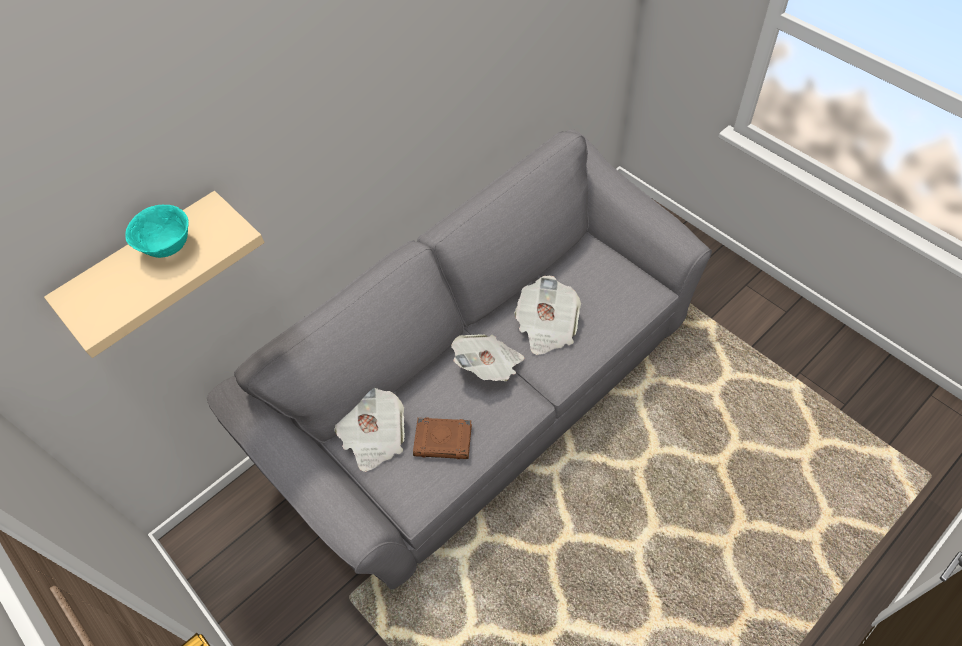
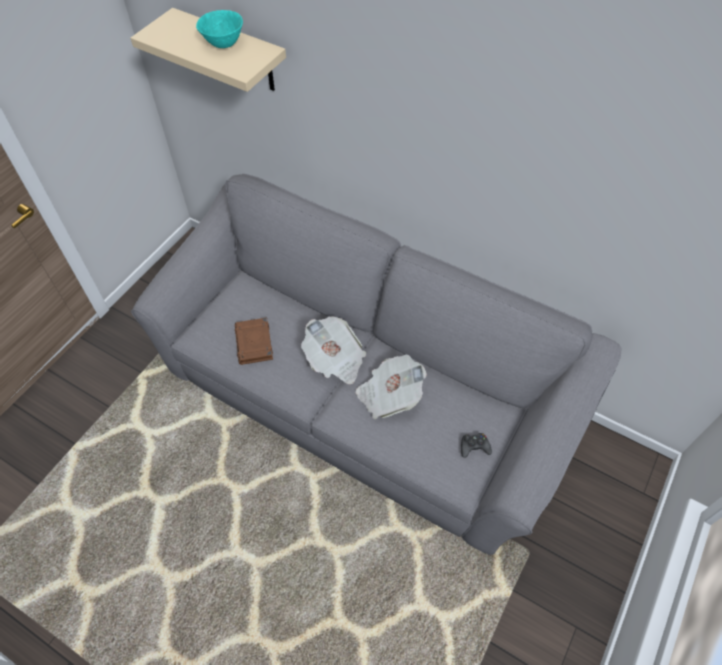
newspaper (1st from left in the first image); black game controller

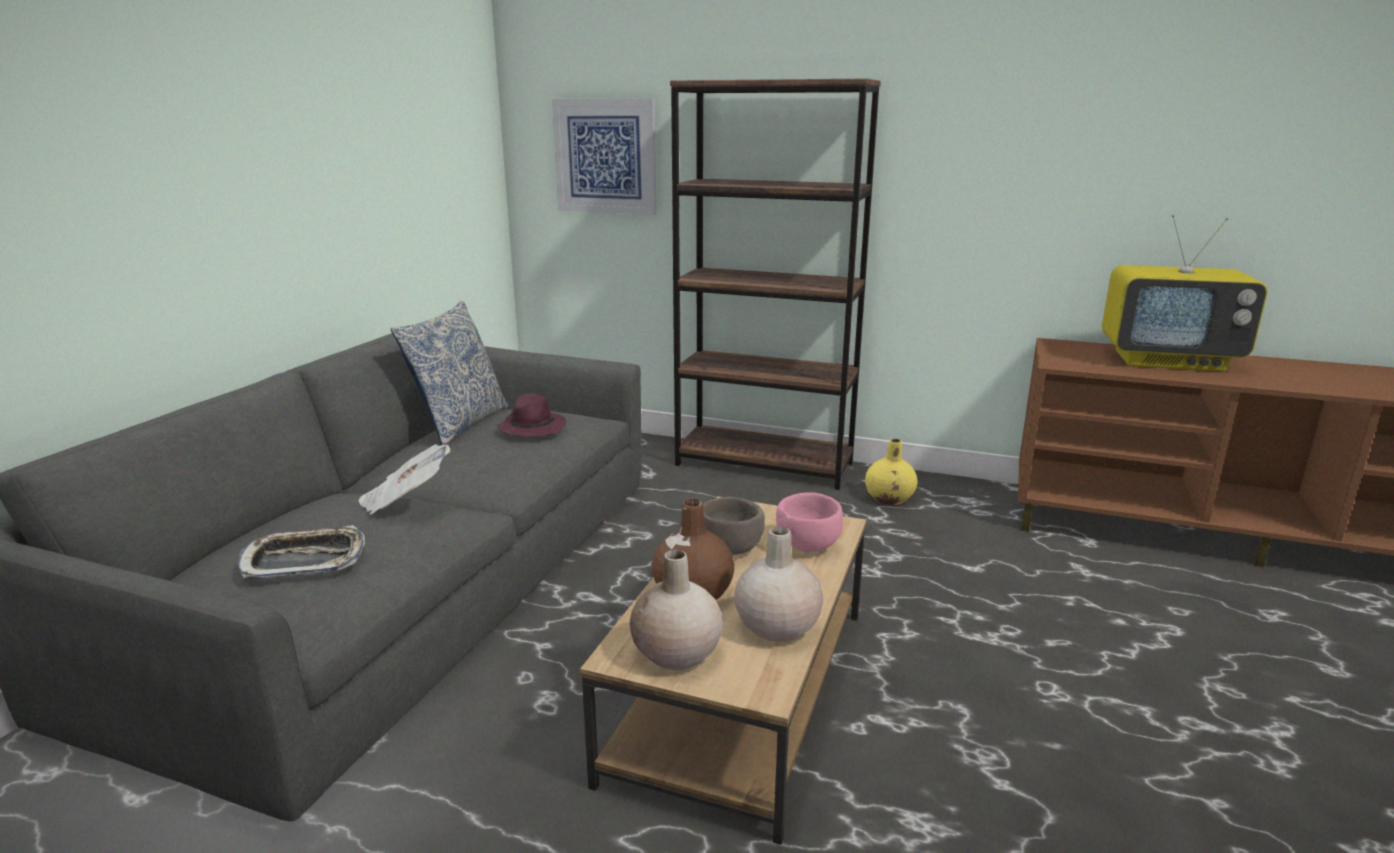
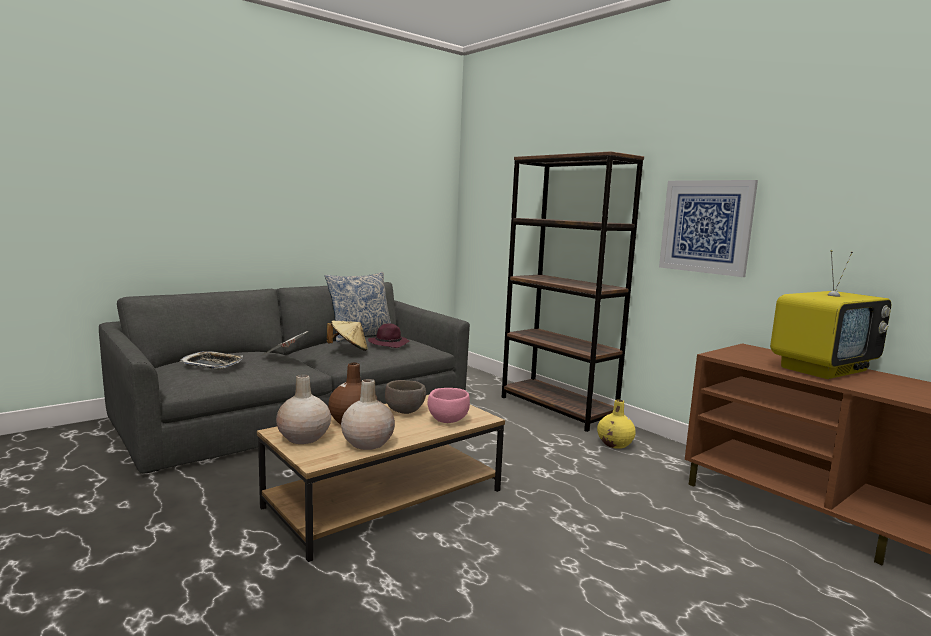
picture; television; beige hat

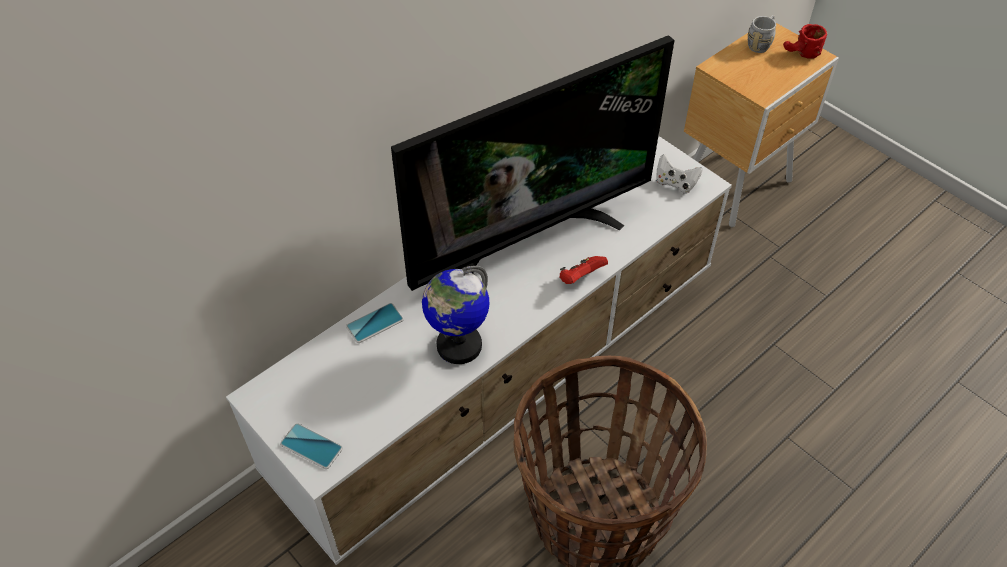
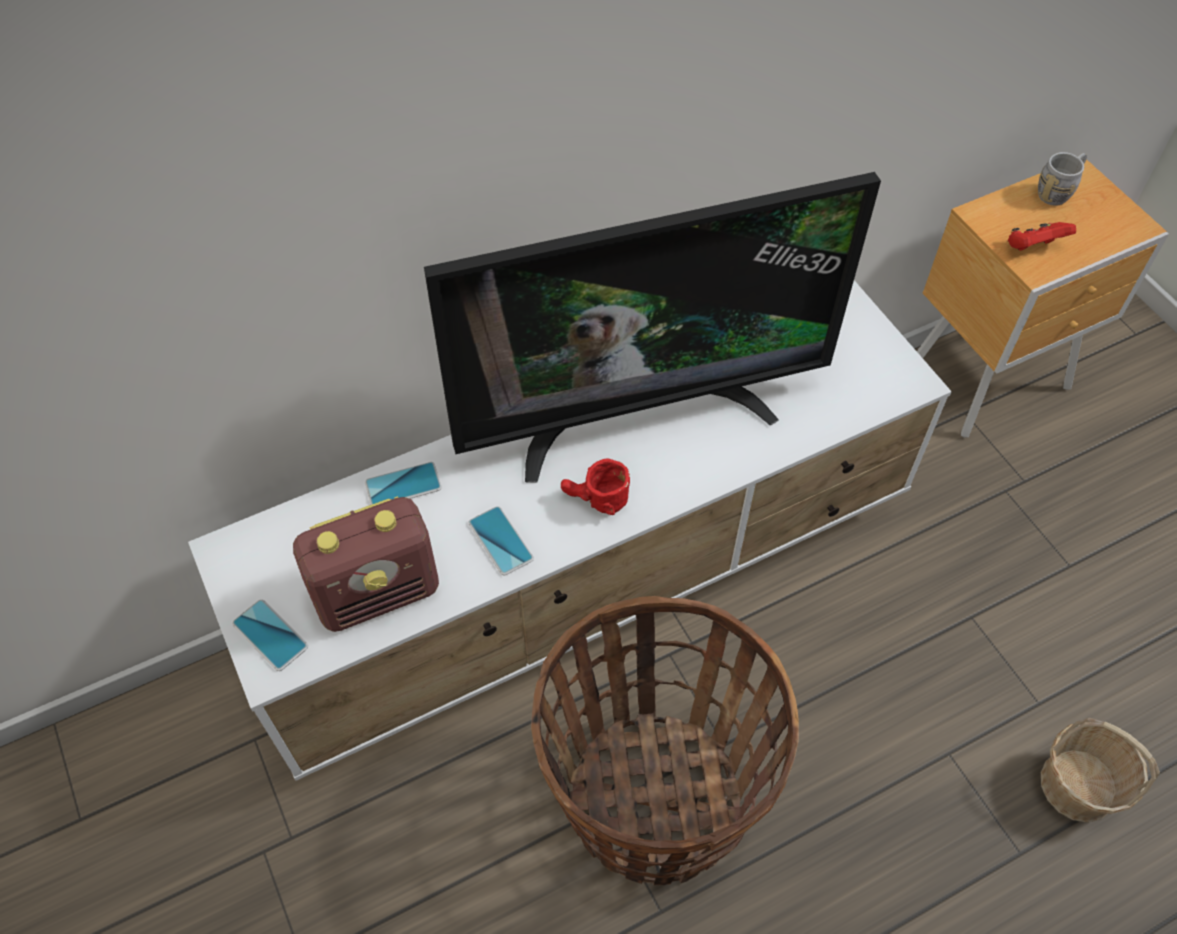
red mug; white game controller; red game controller; phone (3rd from left); radio; basket (2nd from left)

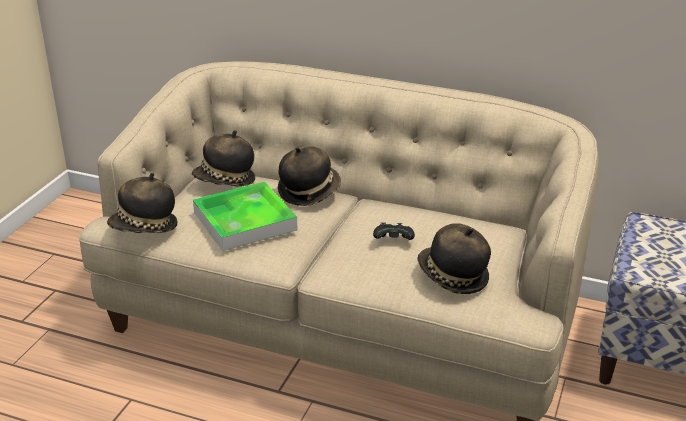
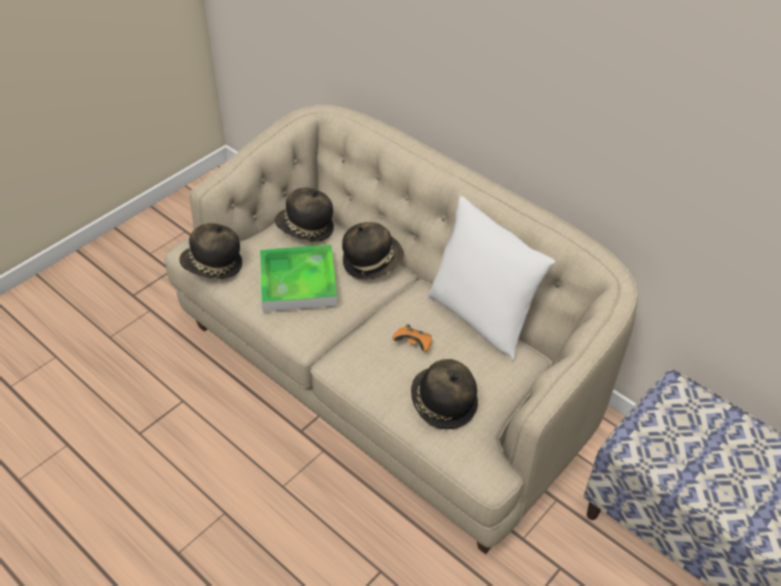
orange game controller; white pillow

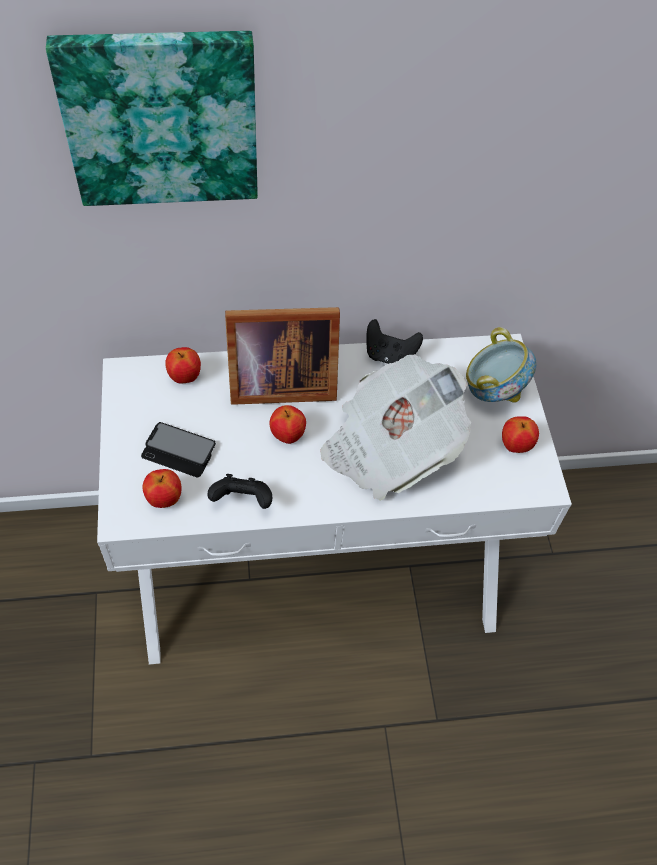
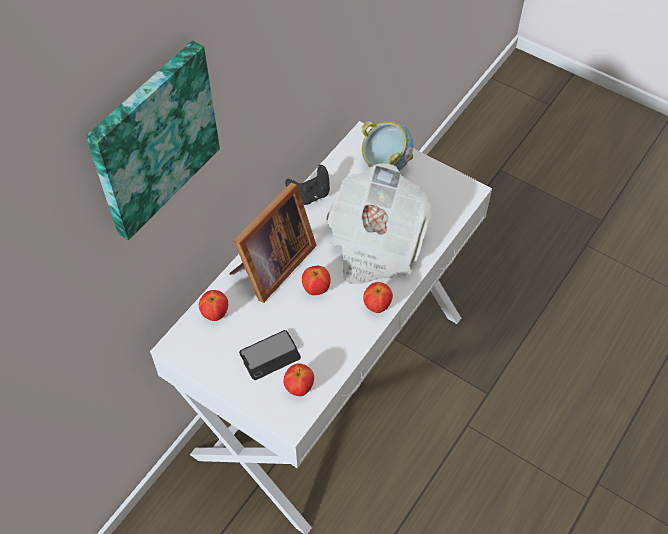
apple (4th from left); black game controller (1st from left in the first image)

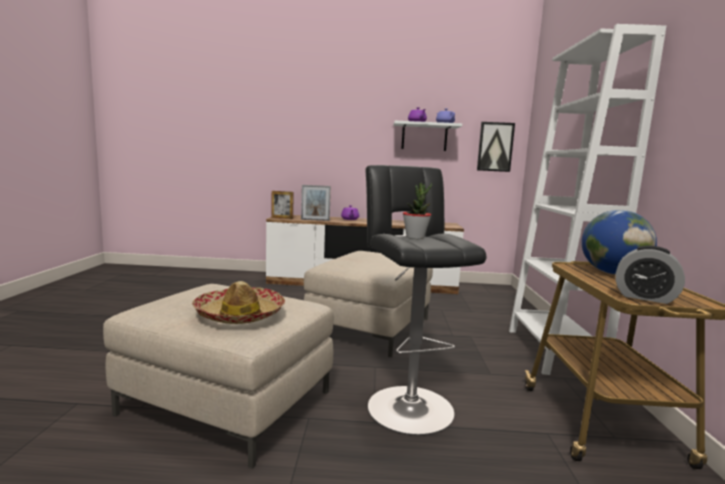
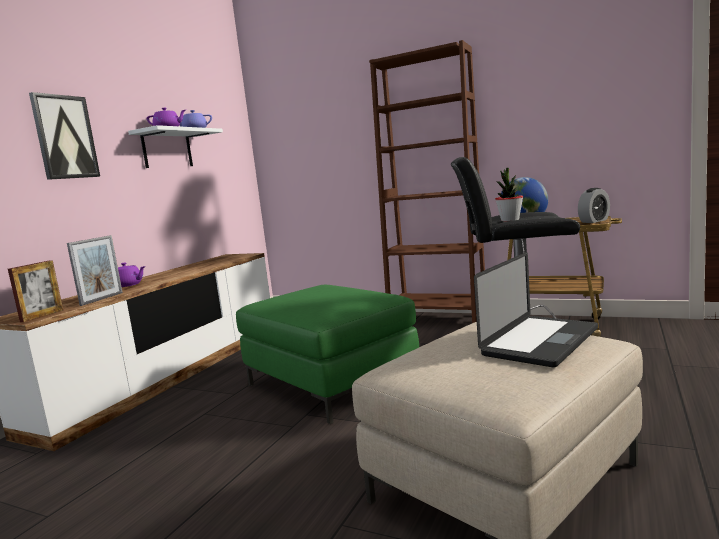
brown bookcase; picture; green ottoman; laptop

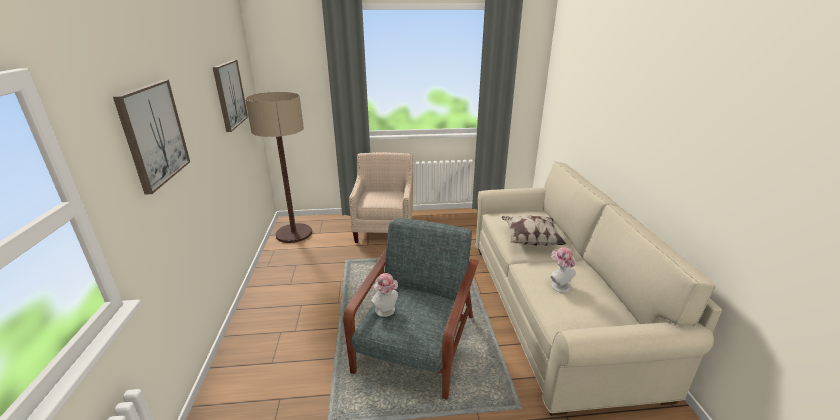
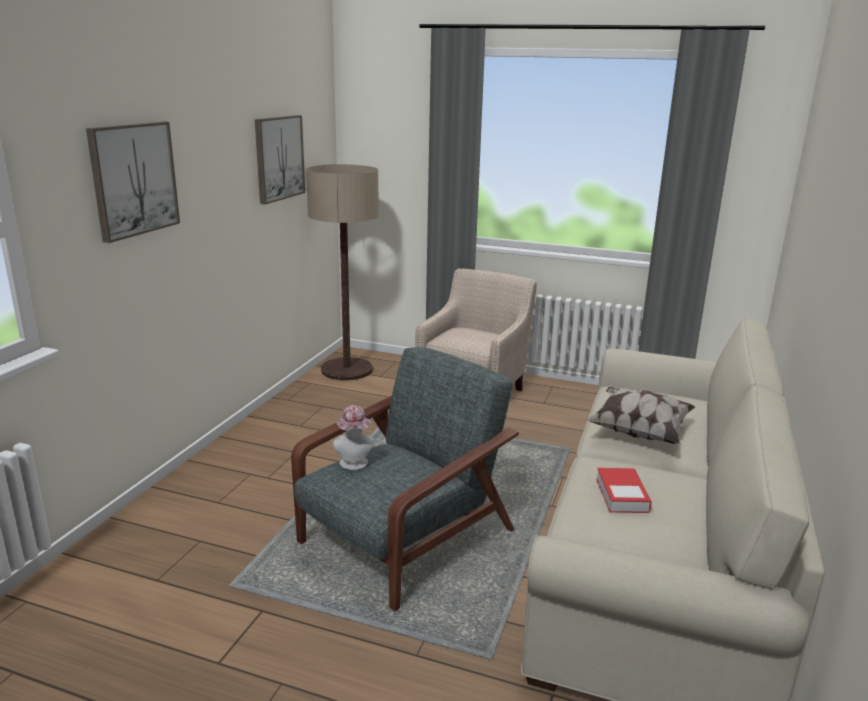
book

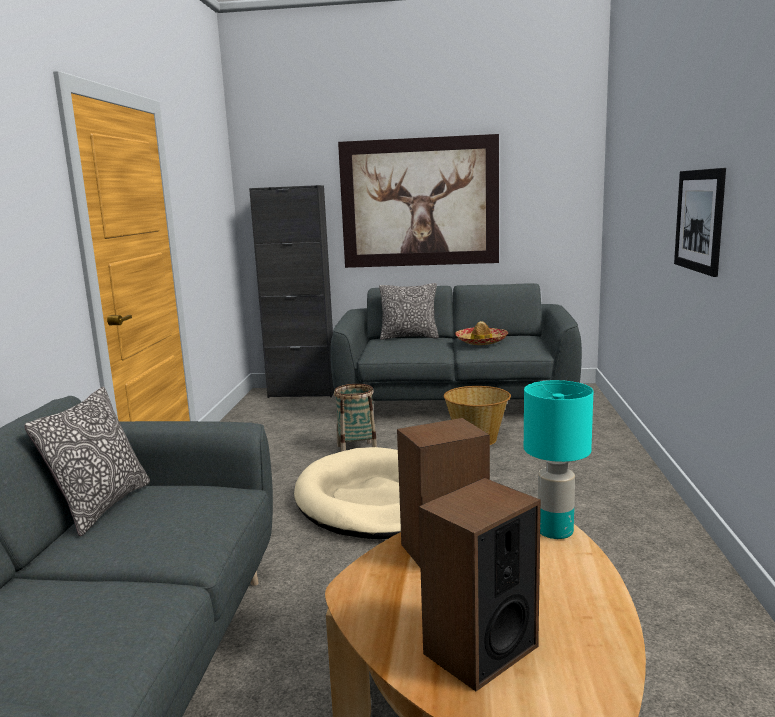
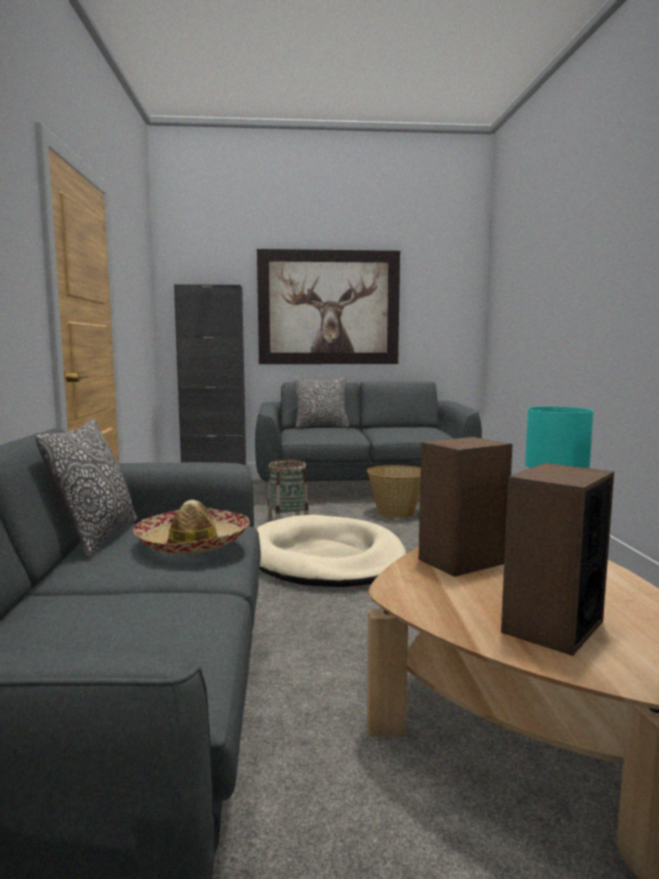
picture (2nd from left in the first image); hat

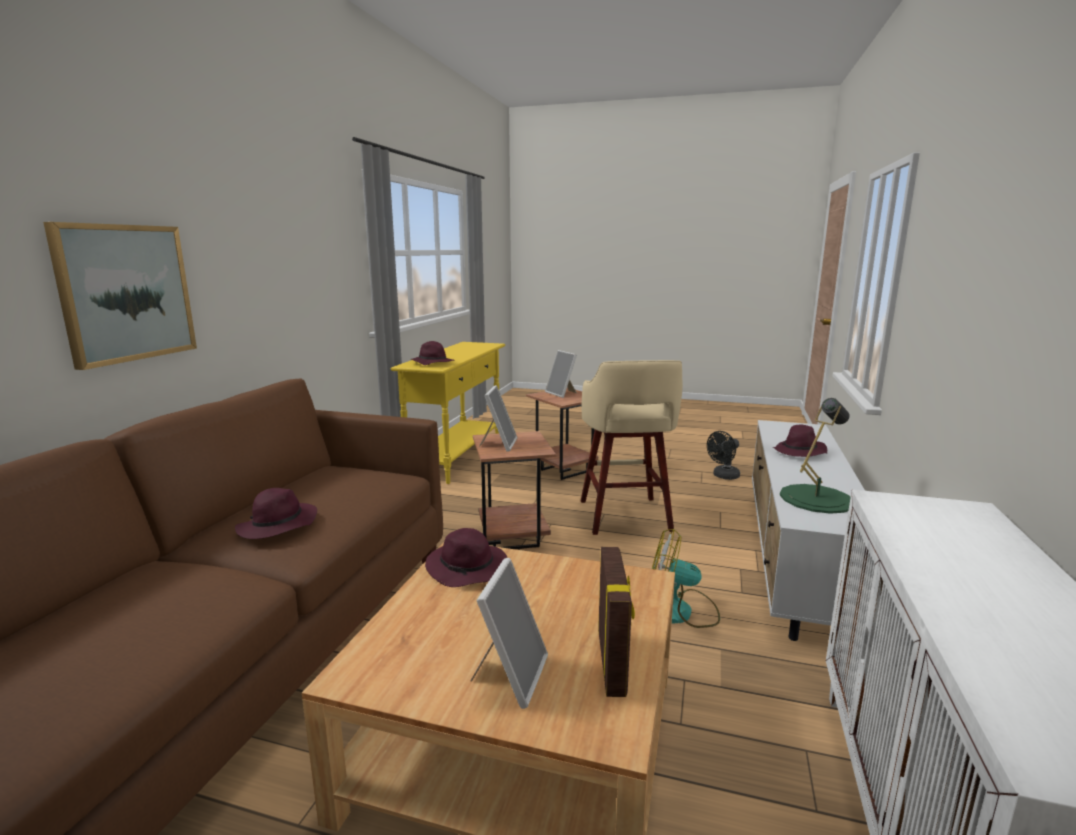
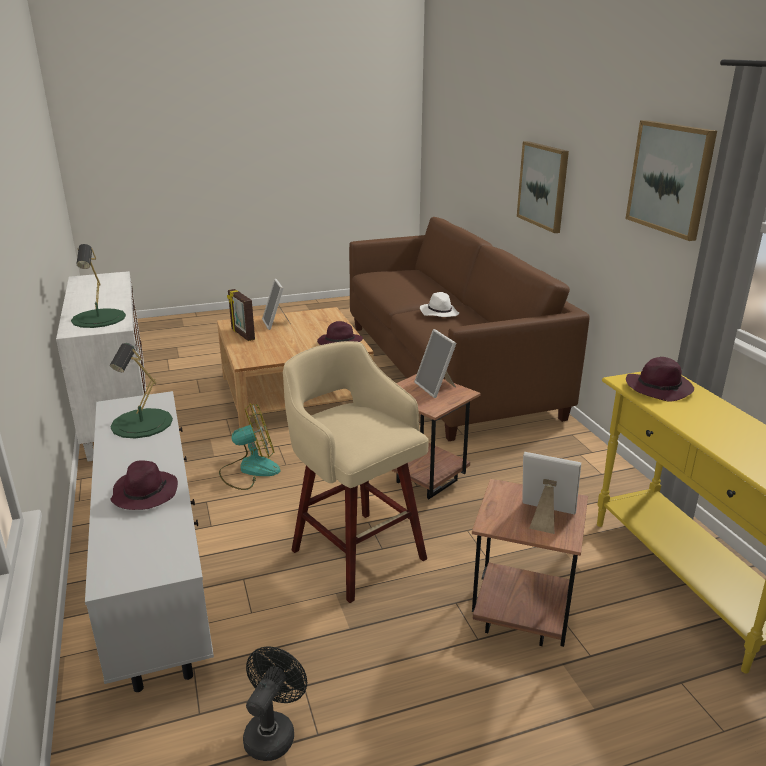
white hat; picture (2nd from left); green table lamp (1st from left)

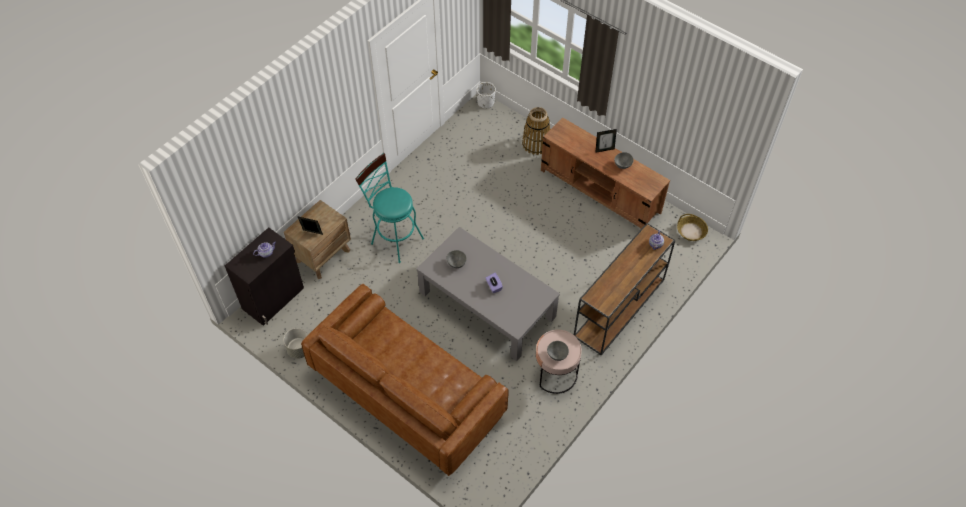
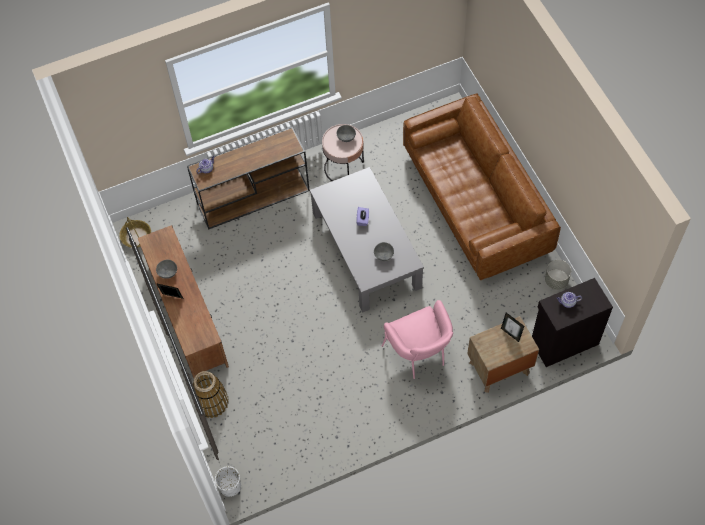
pink armchair

